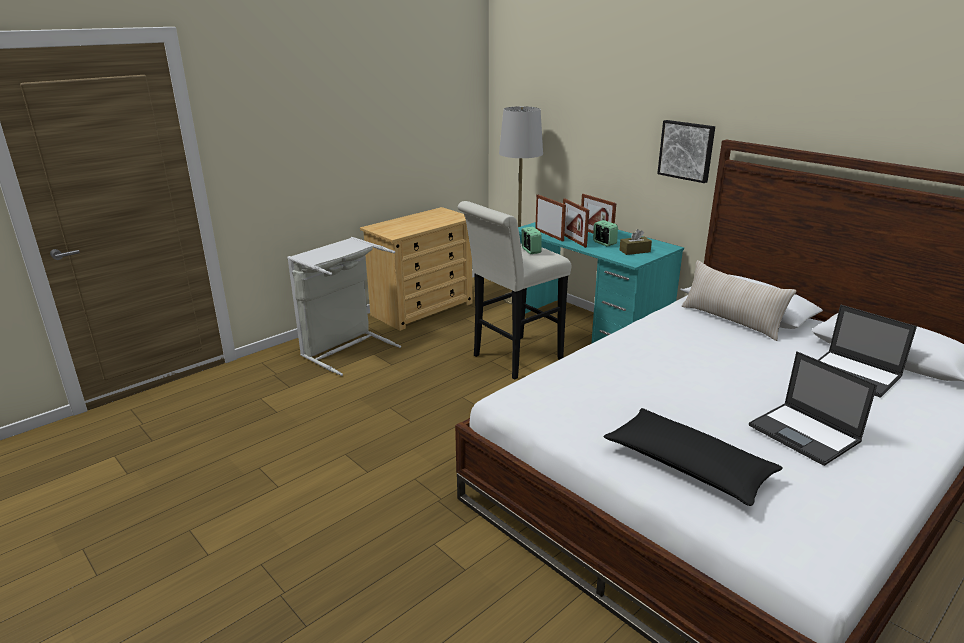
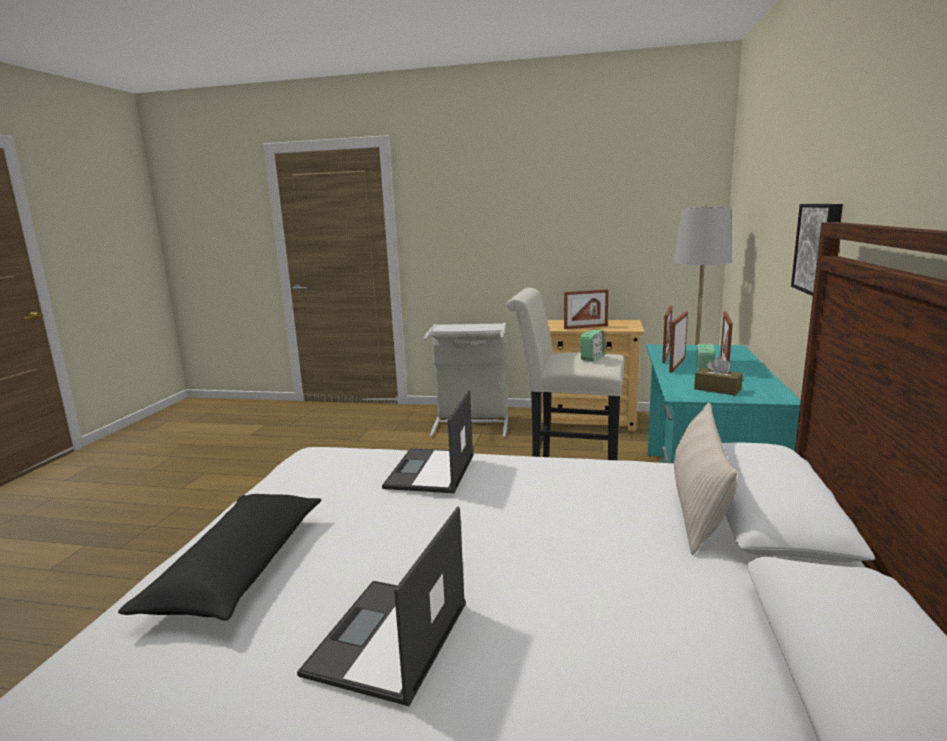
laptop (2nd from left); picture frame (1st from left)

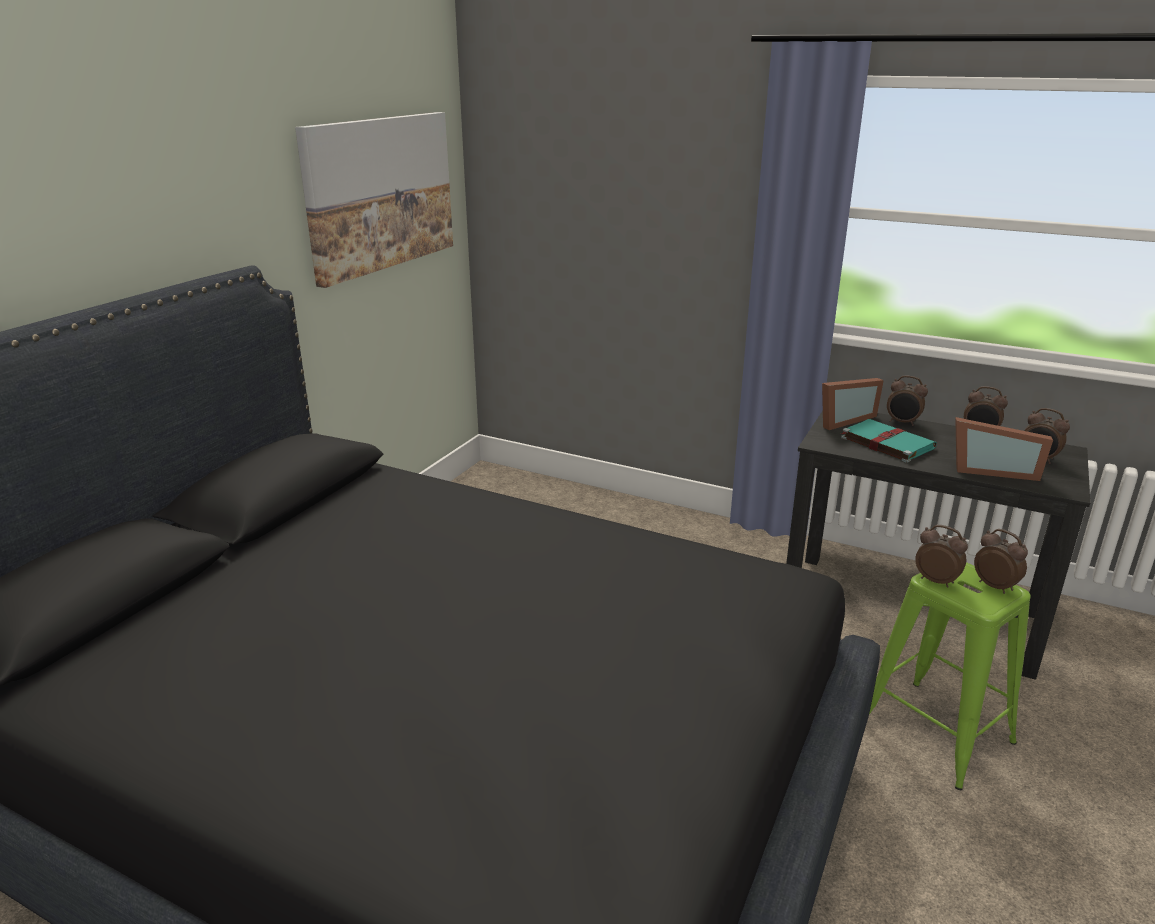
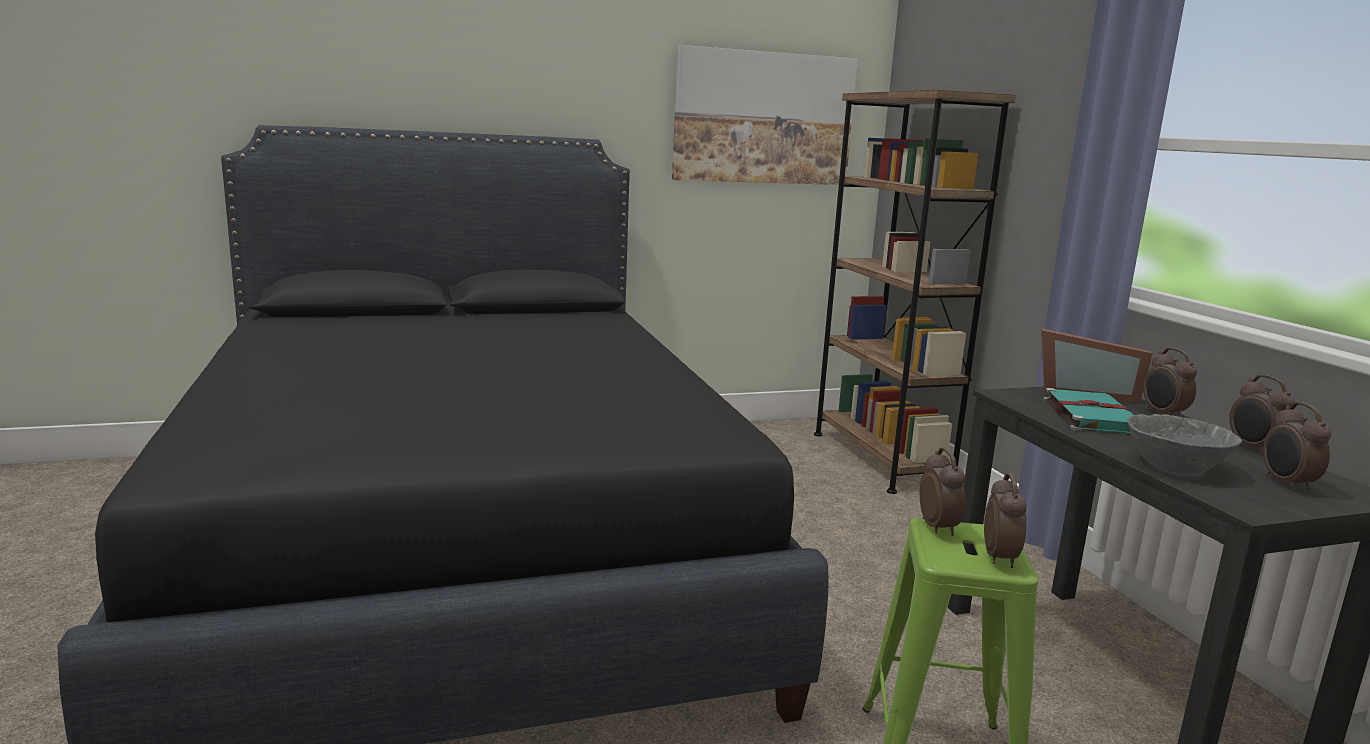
grey bowl; brown bookcase

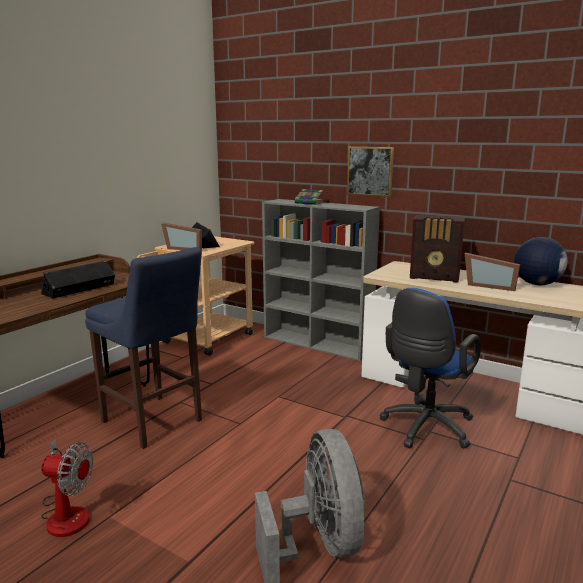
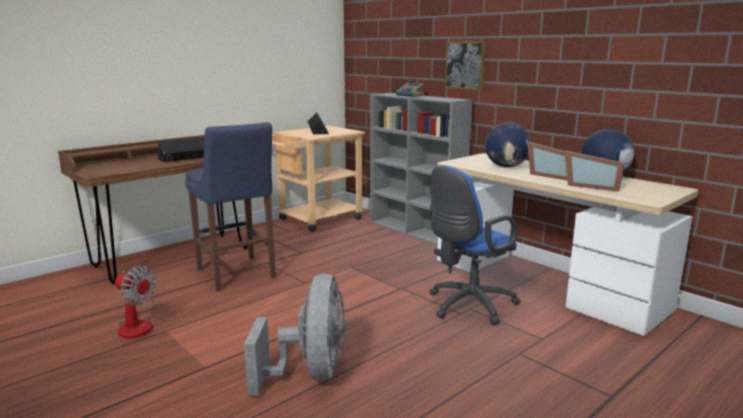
globe (1st from left); picture frame (2nd from left)

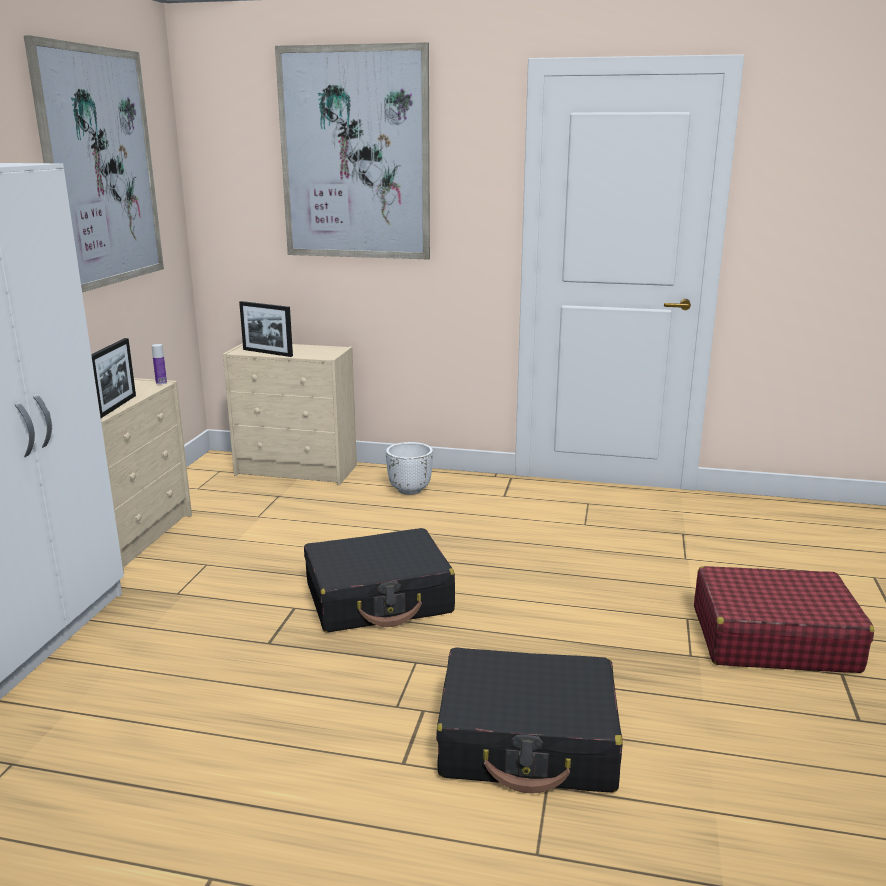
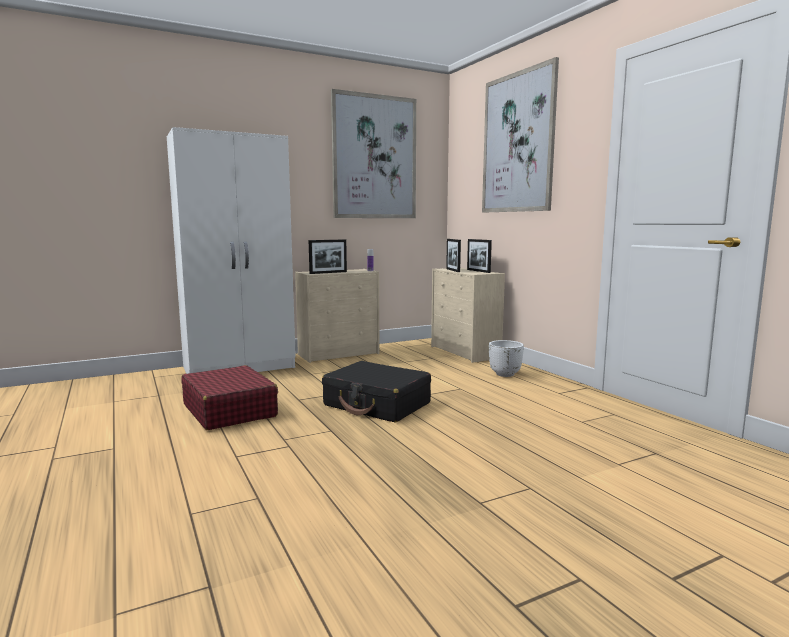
red suitcase; black suitcase (2nd from left in the first image); picture frame (3rd from left)

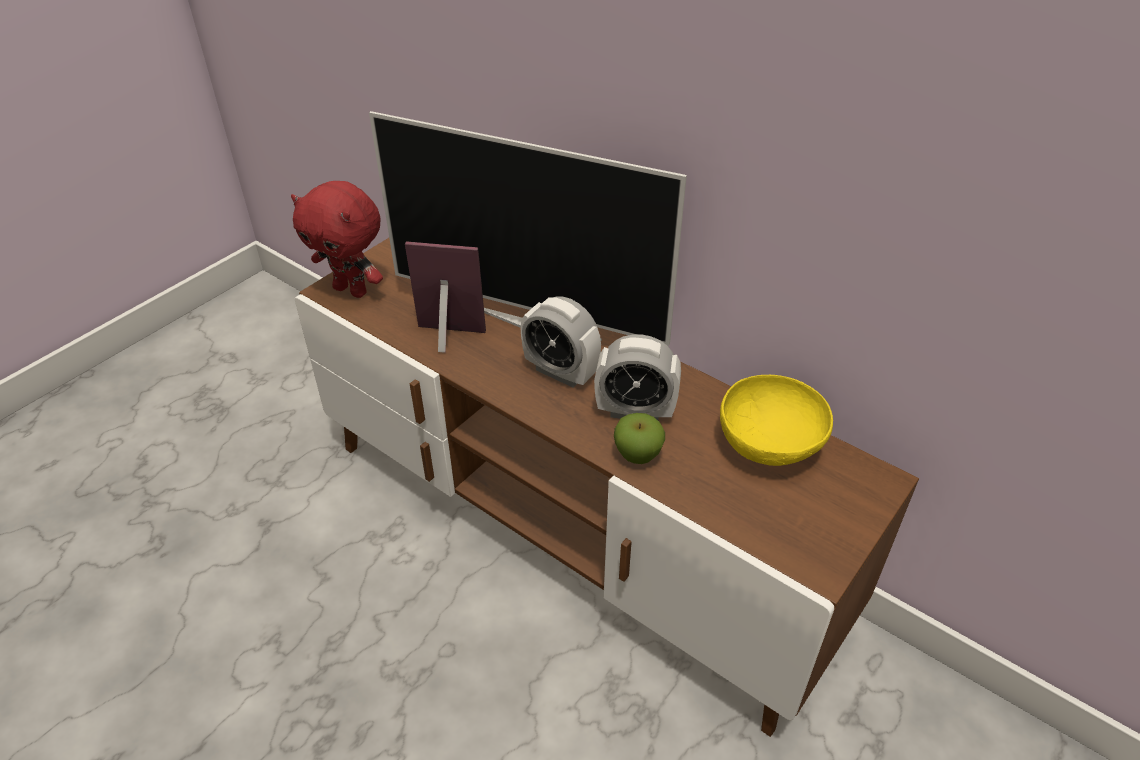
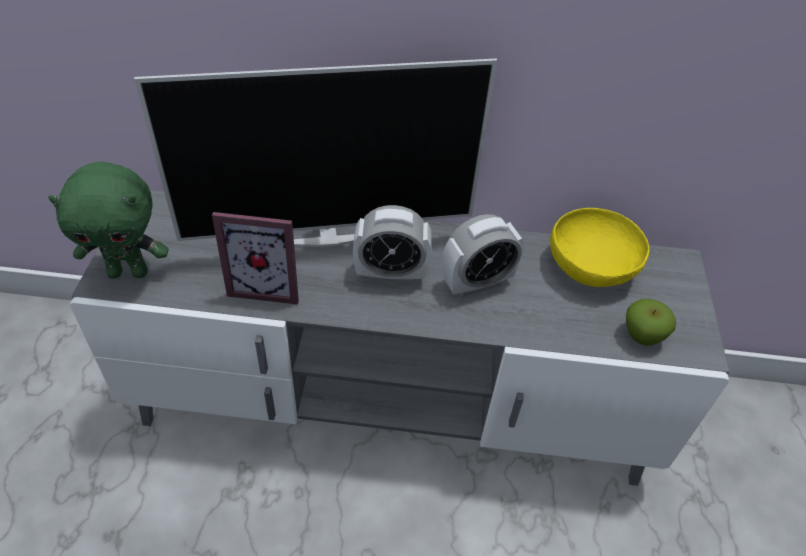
green plush toy; grey tv stand; picture frame; apple

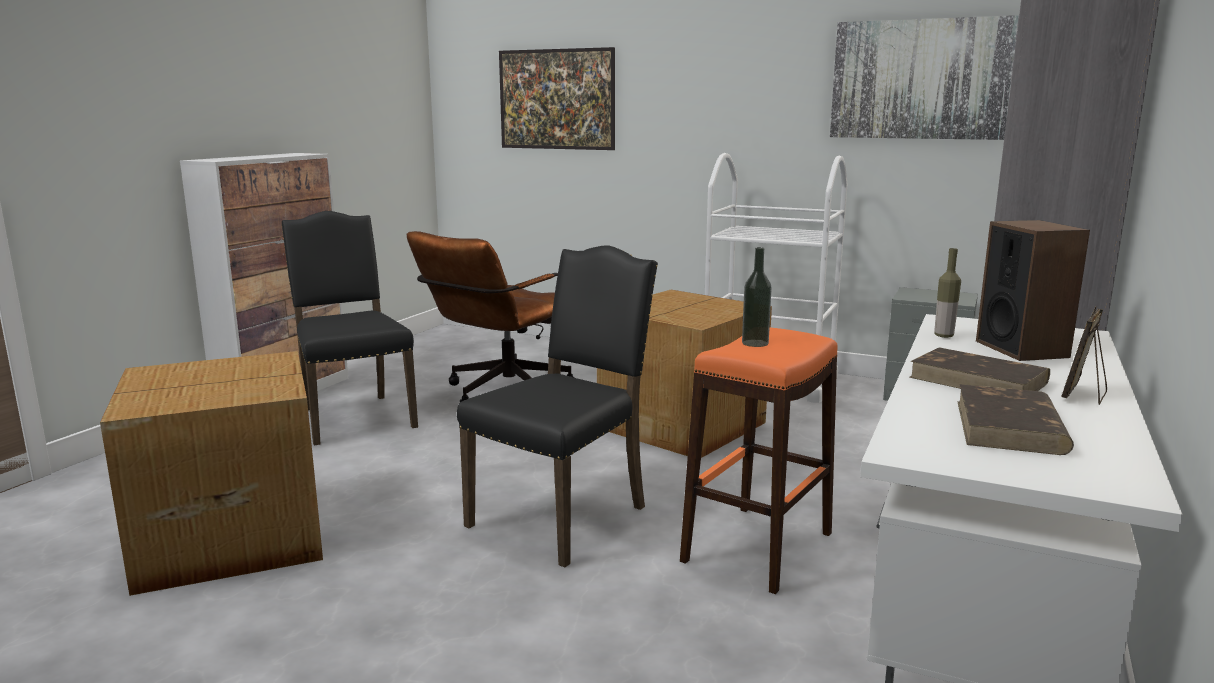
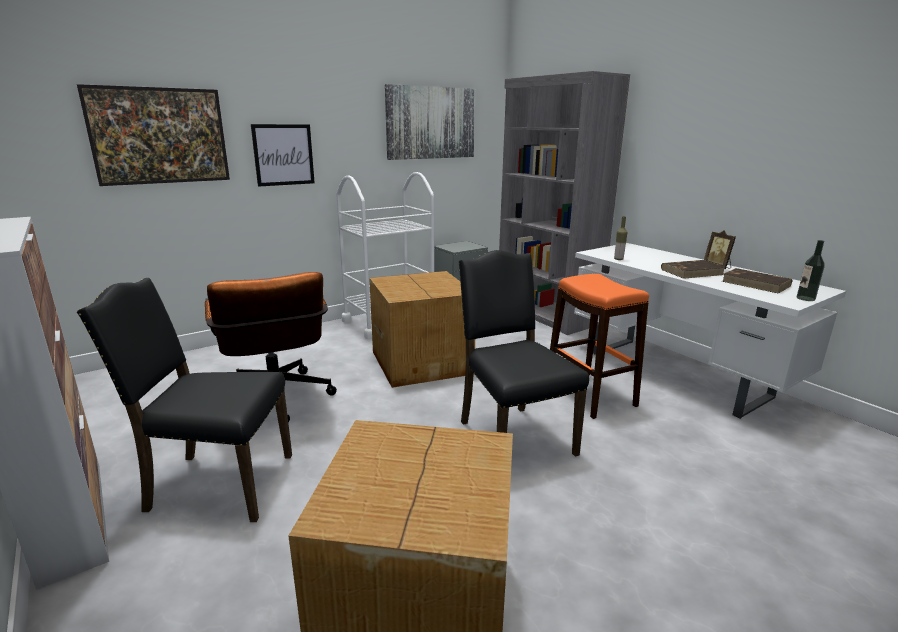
speaker; bottle (2nd from left); picture (2nd from left)

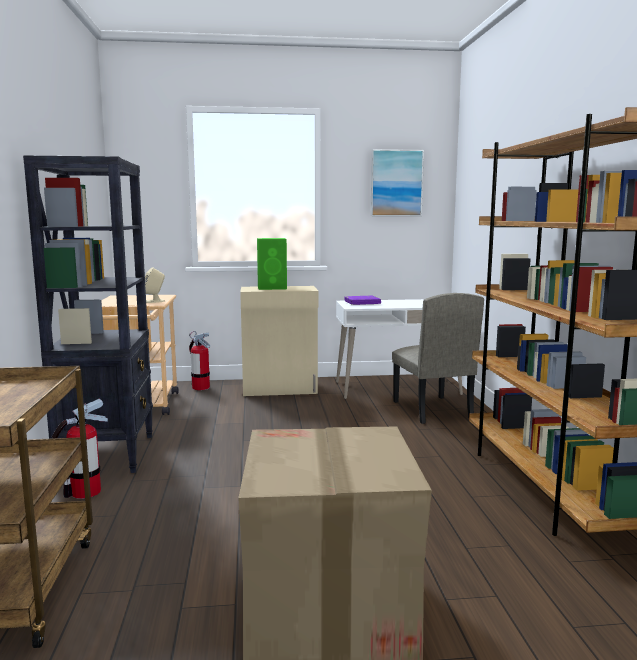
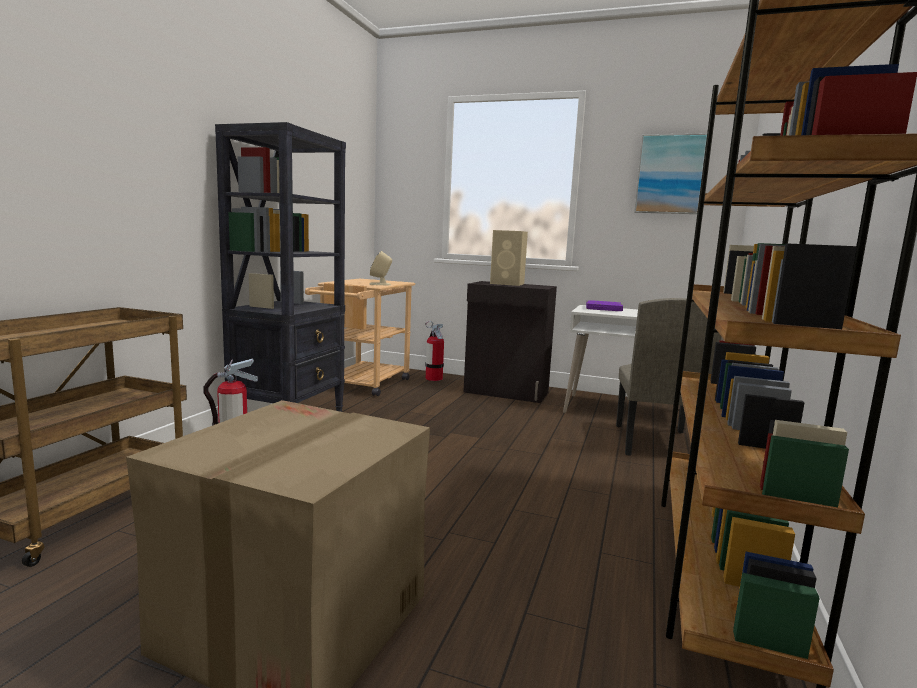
beige speaker (2nd from left); black cabinet

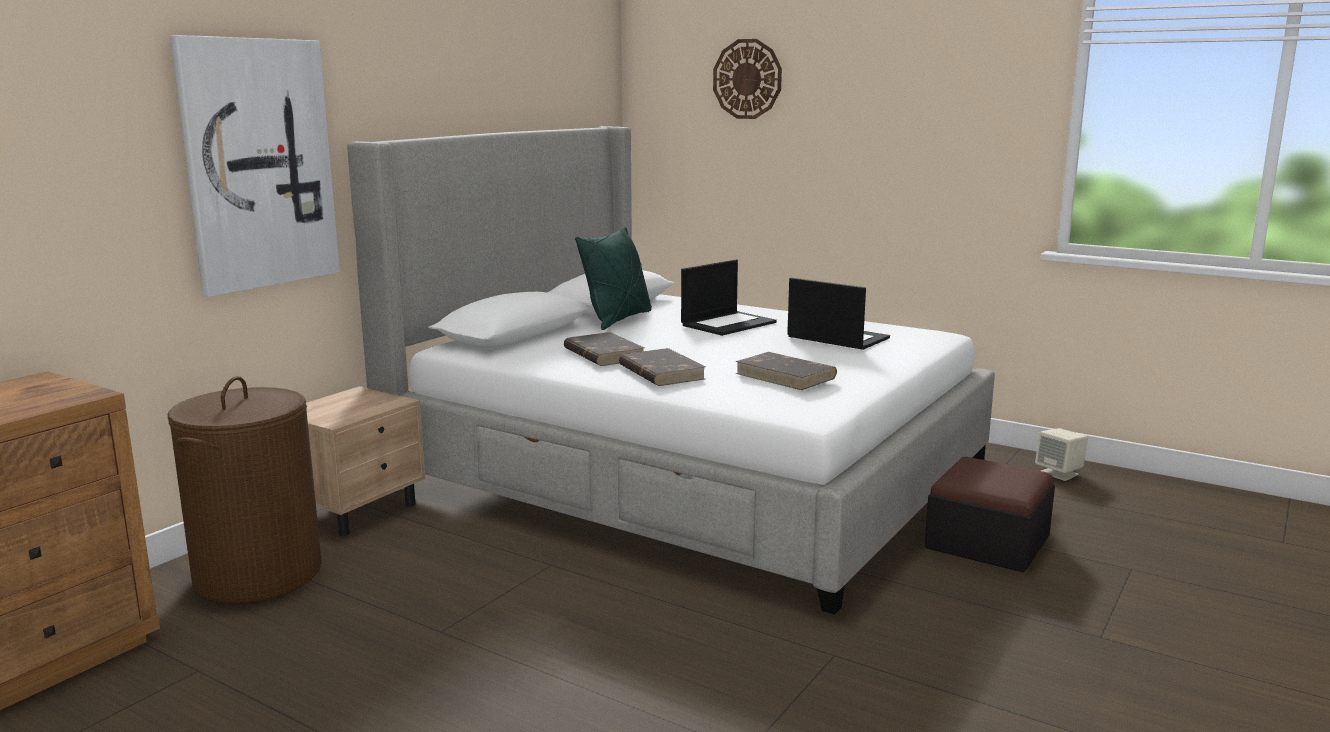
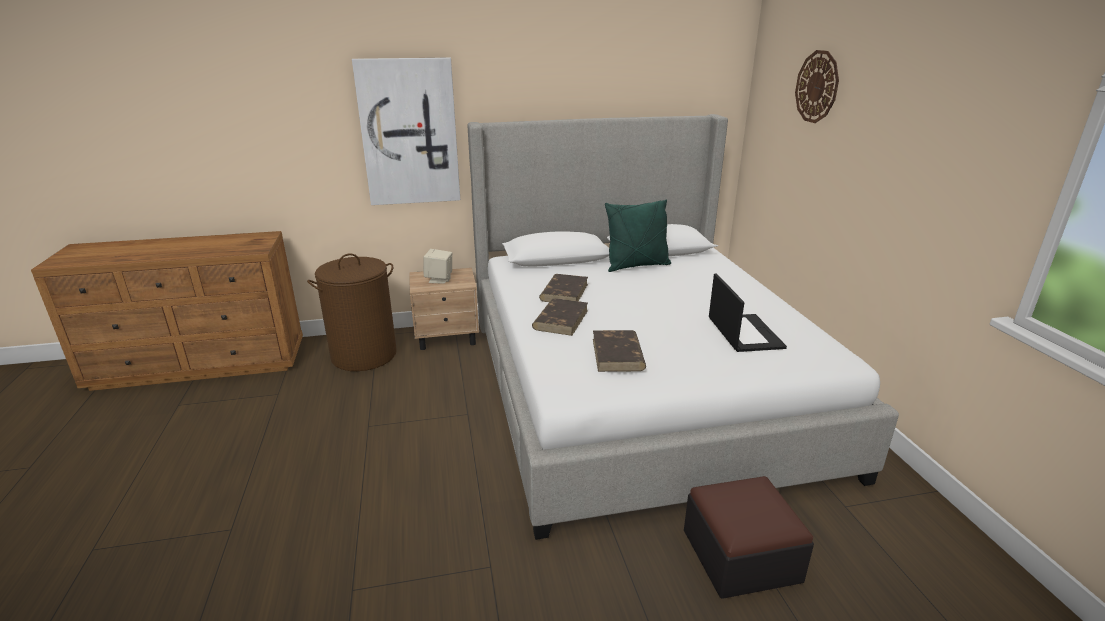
laptop (1st from left in the first image); beige speaker

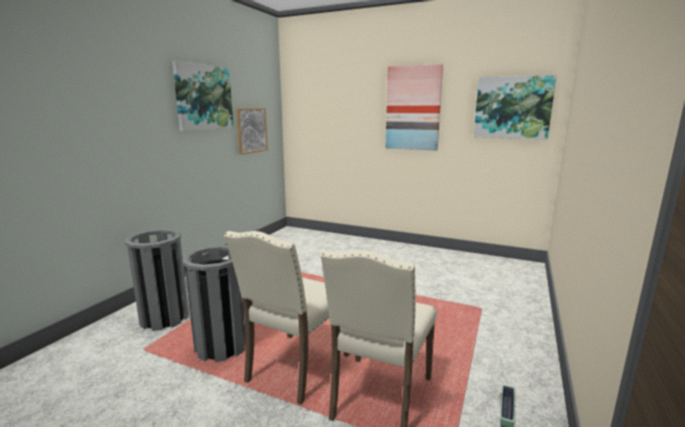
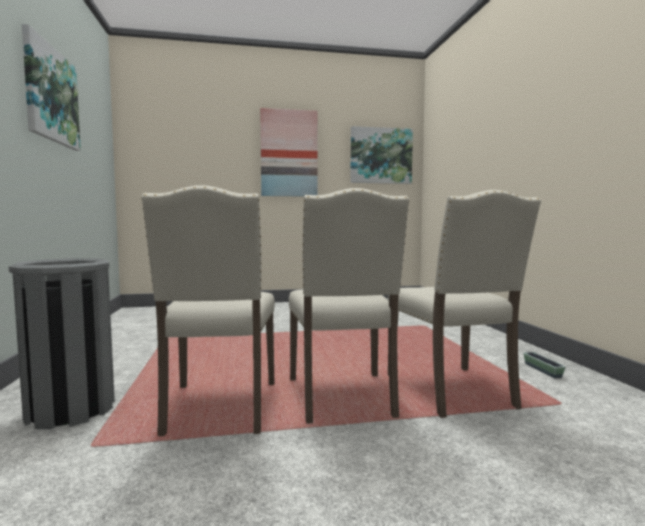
picture (2nd from left in the first image); beige chair (1st from left)

